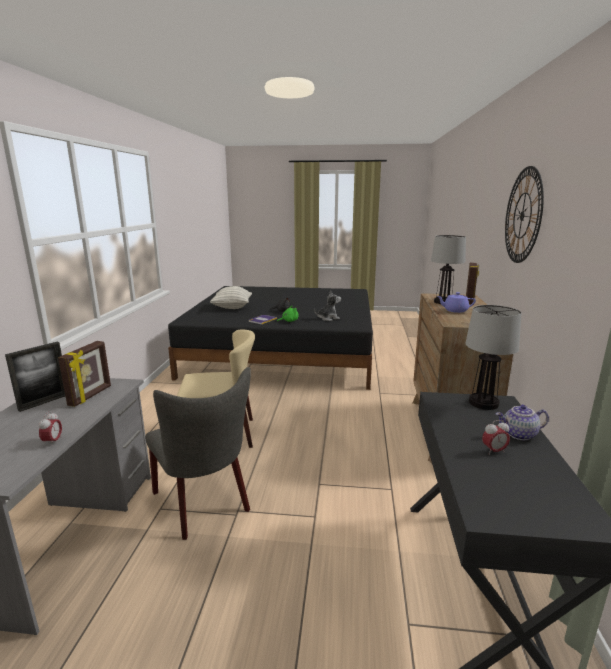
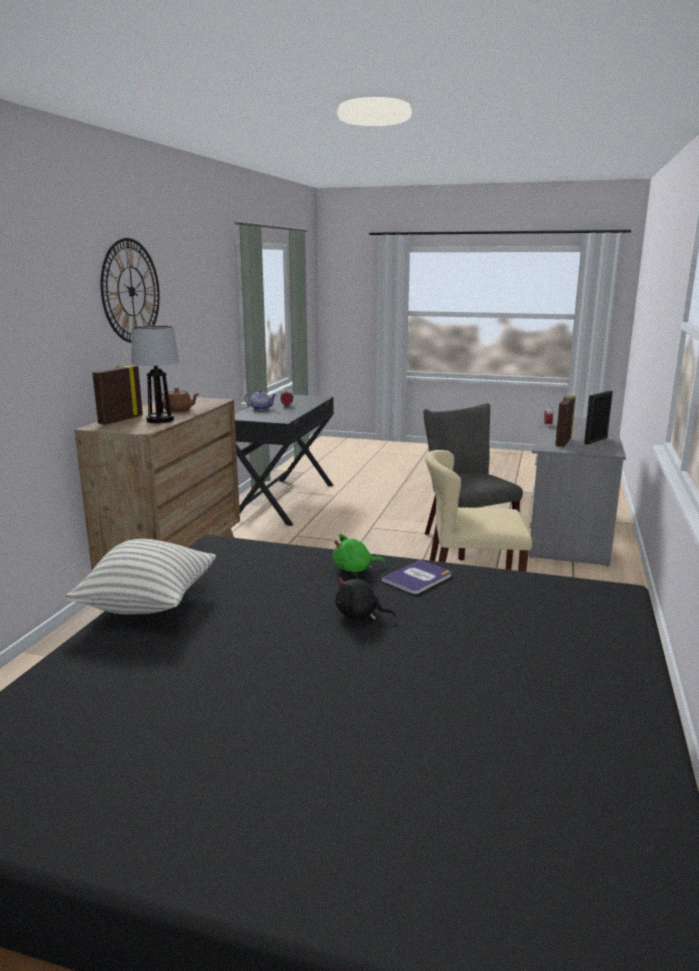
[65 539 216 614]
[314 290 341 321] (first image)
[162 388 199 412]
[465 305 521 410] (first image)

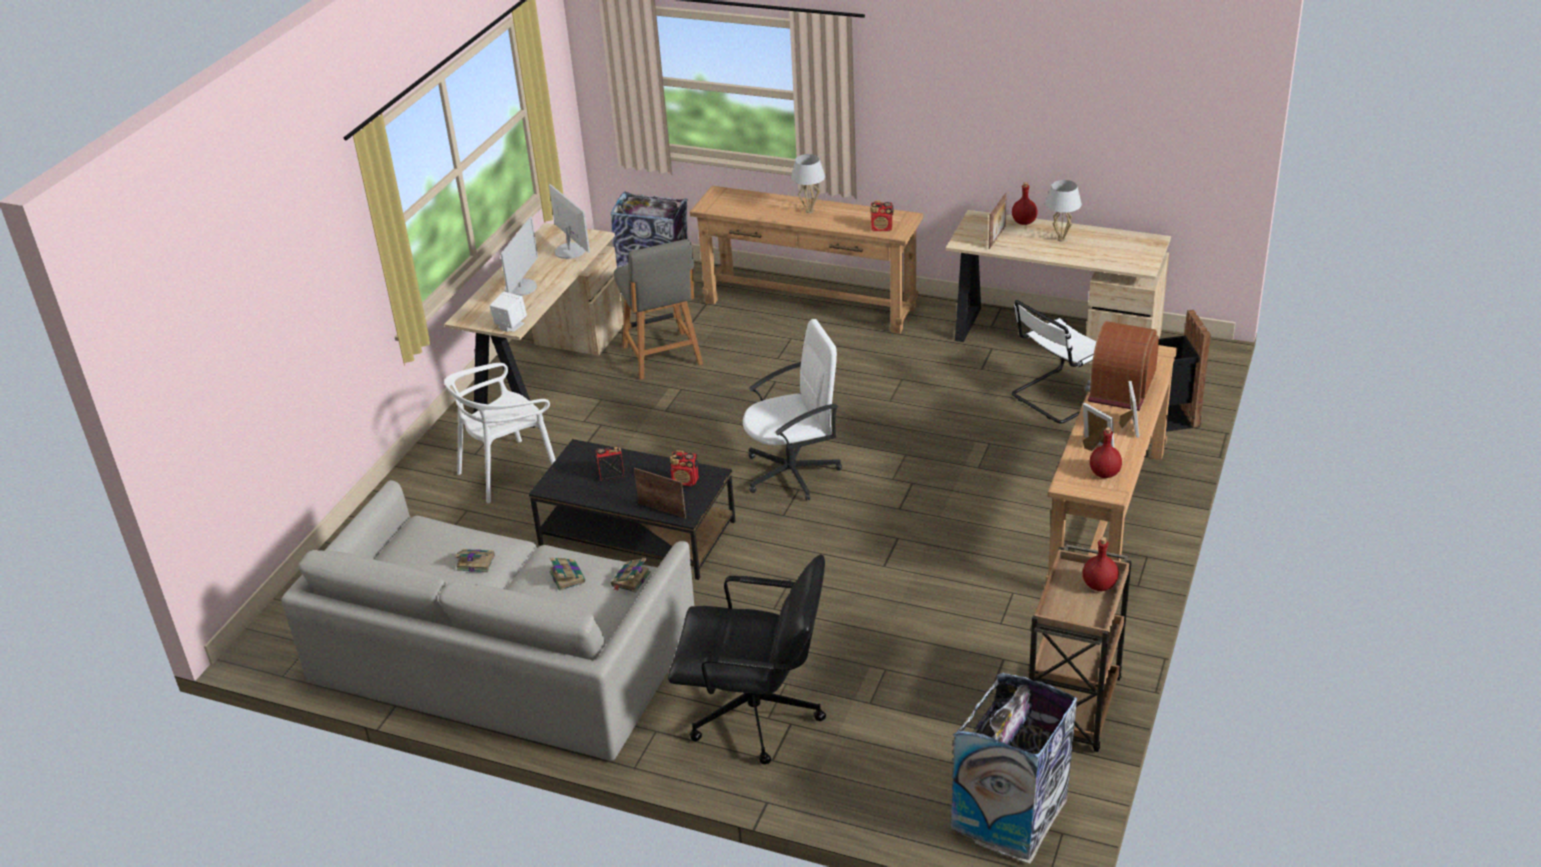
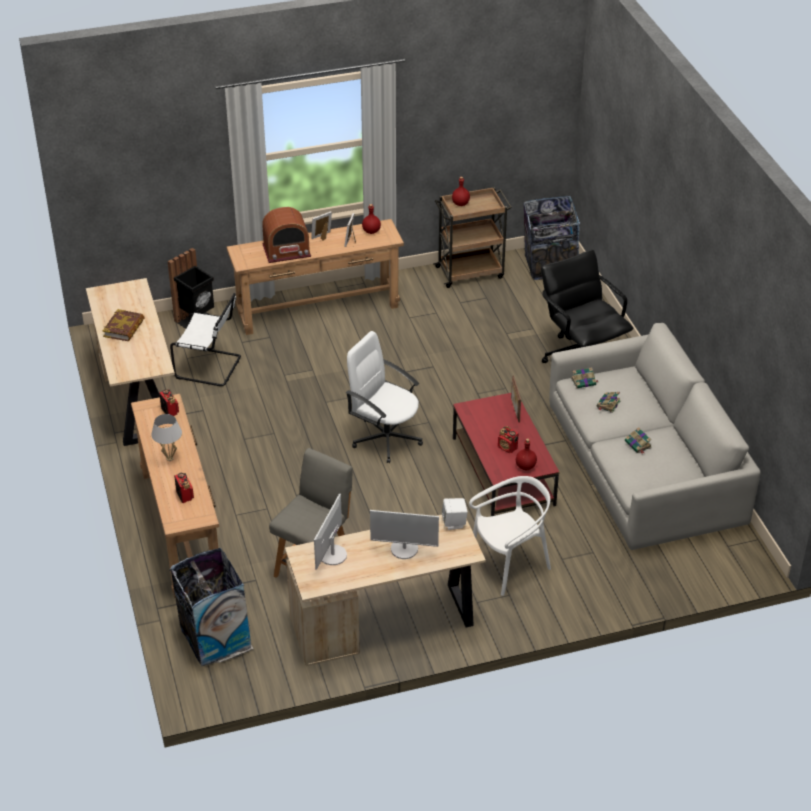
[469 476 551 596]
[370 510 439 559]
[453 393 559 516]
[174 473 194 503]
[989 193 1006 249] (first image)
[516 438 537 470]
[103 309 145 341]

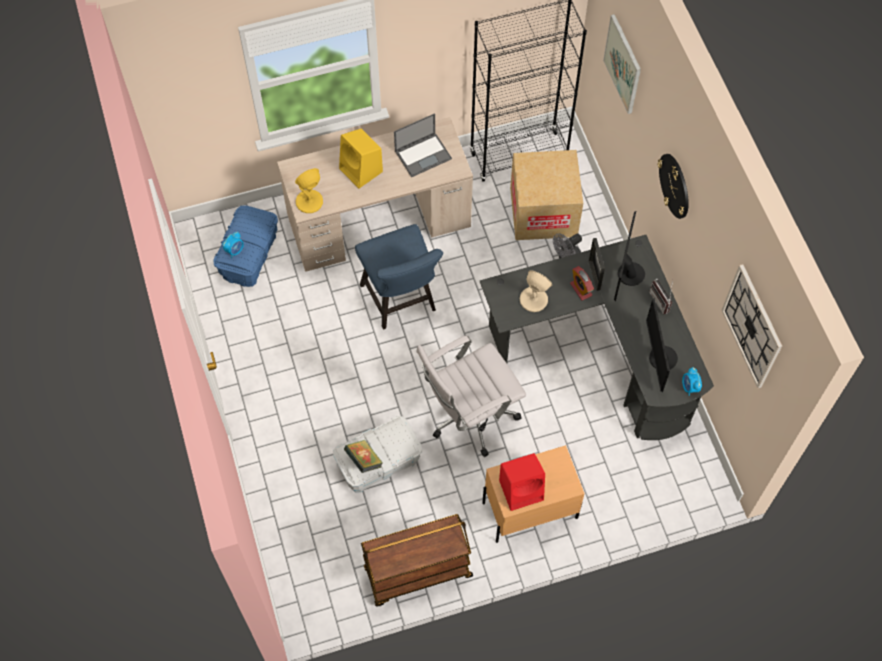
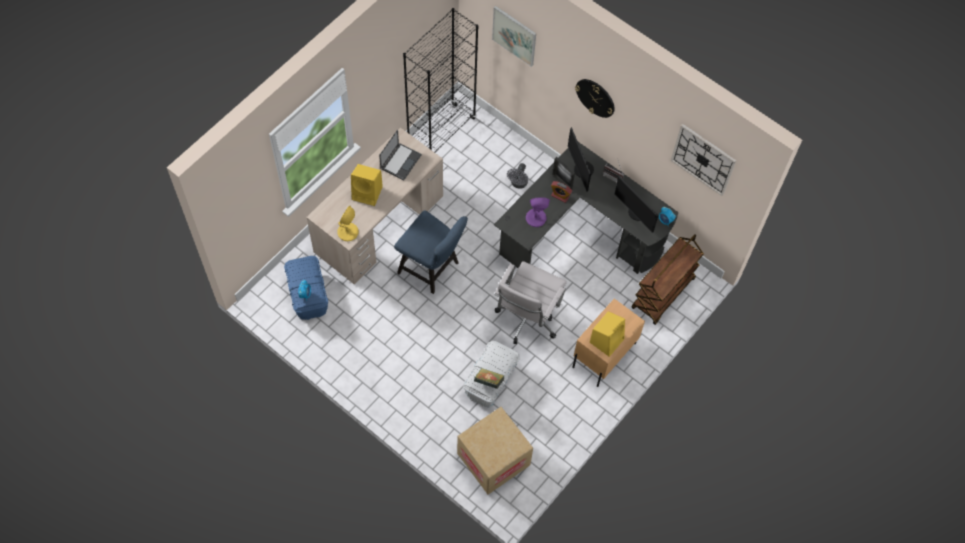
[632 234 704 325]
[590 311 625 357]
[457 407 533 494]
[526 197 550 227]

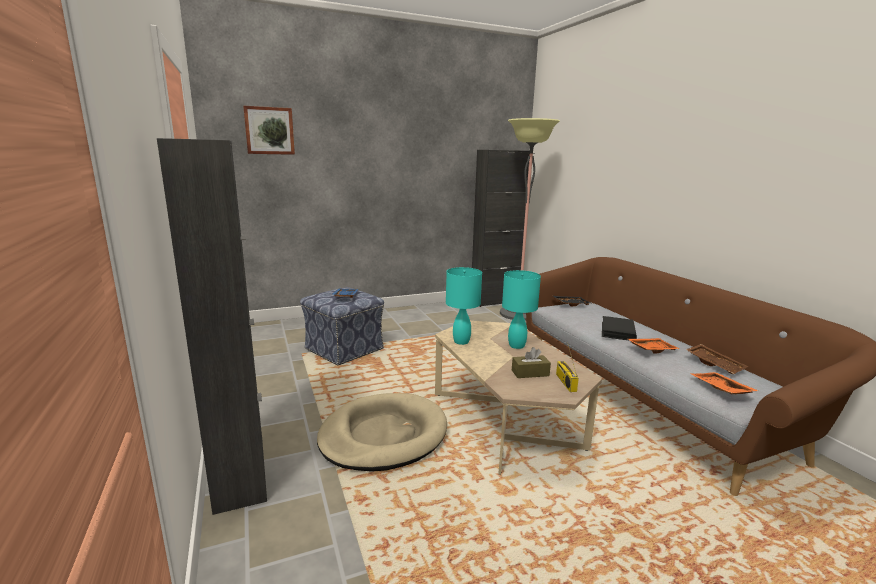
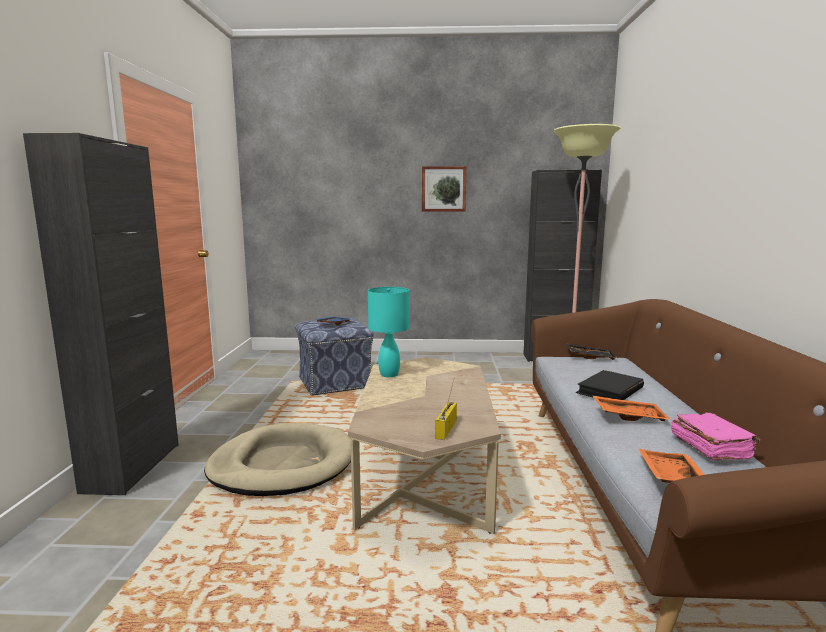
[422 166 467 212]
[502 270 541 349] (first image)
[512 347 551 378] (first image)
[671 413 760 461]

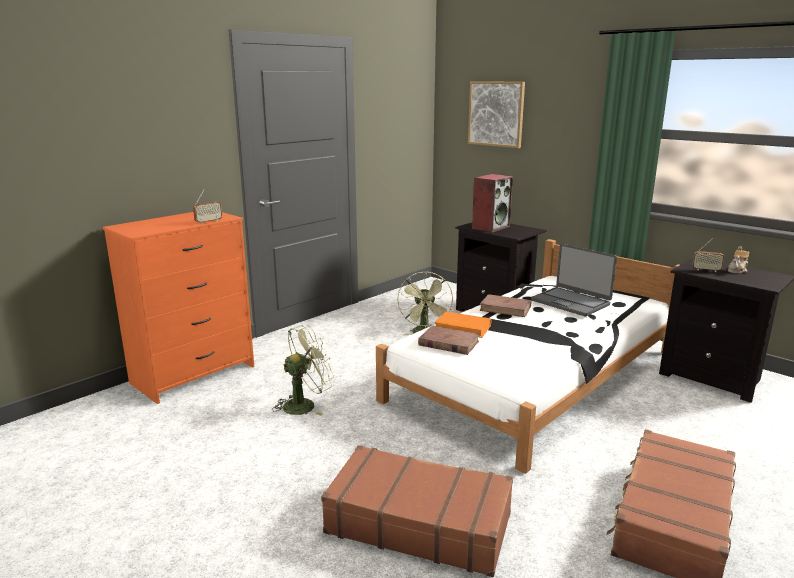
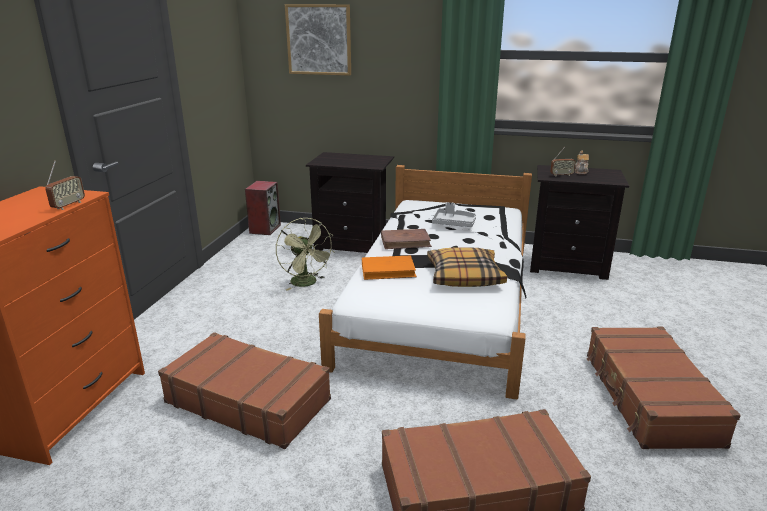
[158 332 331 449]
[418 325 479 355] (first image)
[245 181 281 235]
[432 202 476 227]
[427 247 507 287]

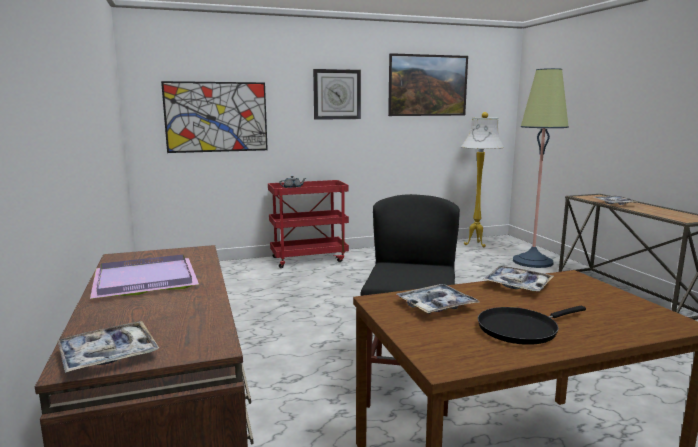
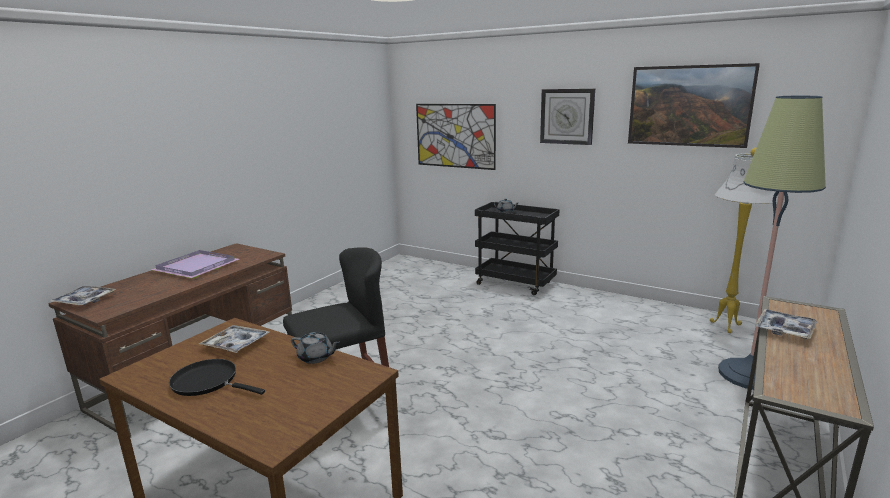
[475 202 560 295]
[291 332 340 364]

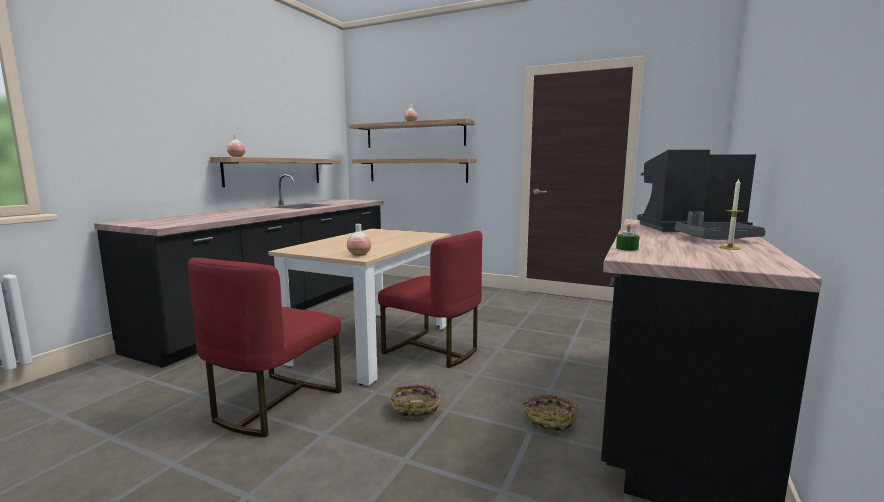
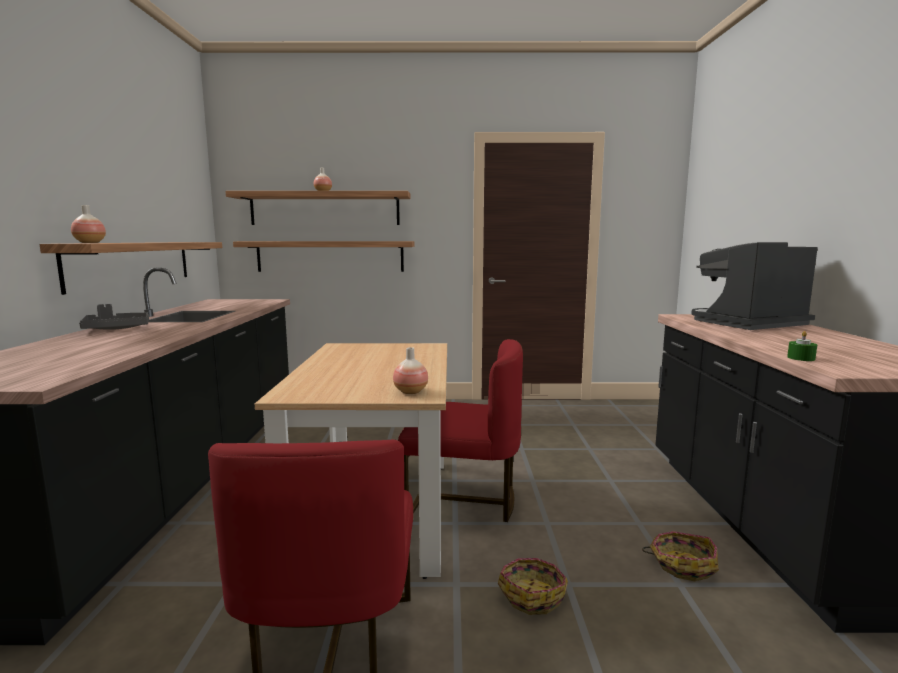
[79 304 149 330]
[719 178 744 250] (first image)

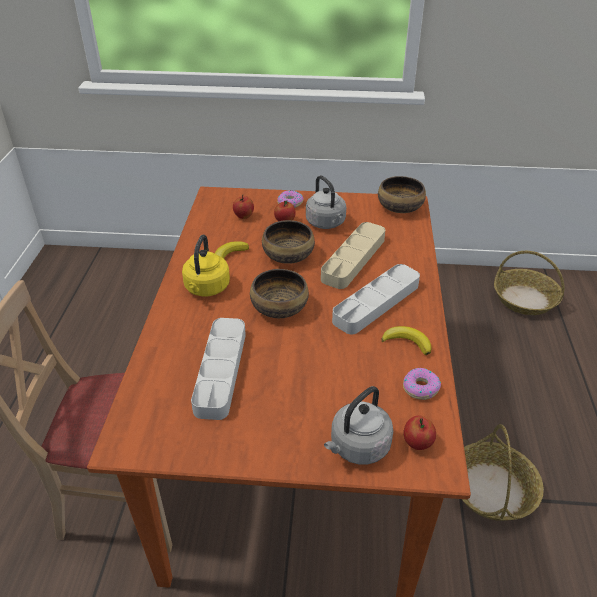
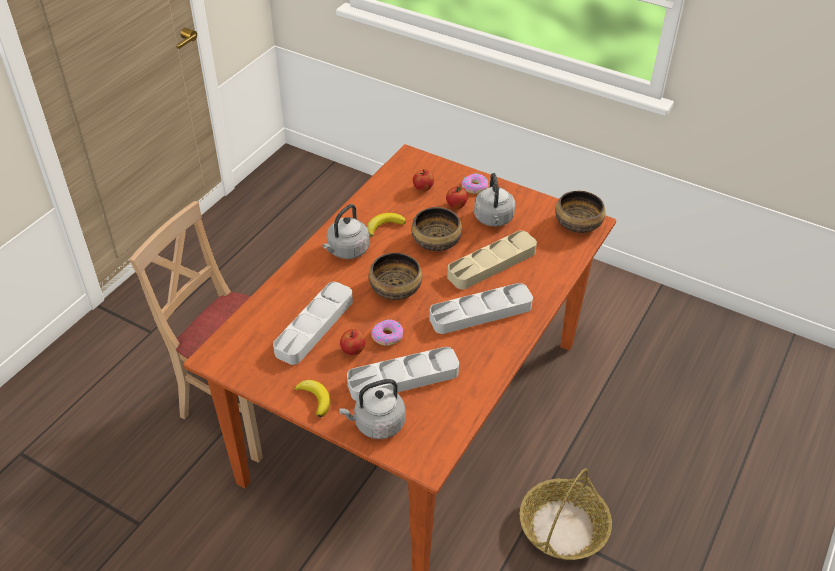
[322 204 370 259]
[294 380 331 417]
[371 319 403 346]
[340 329 365 356]
[494 251 565 315] (first image)
[347 347 459 401]

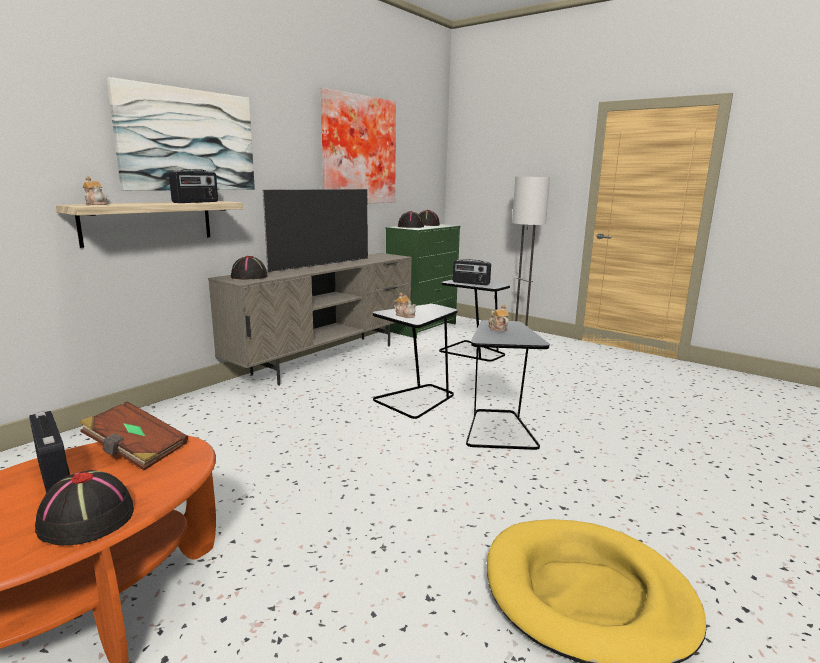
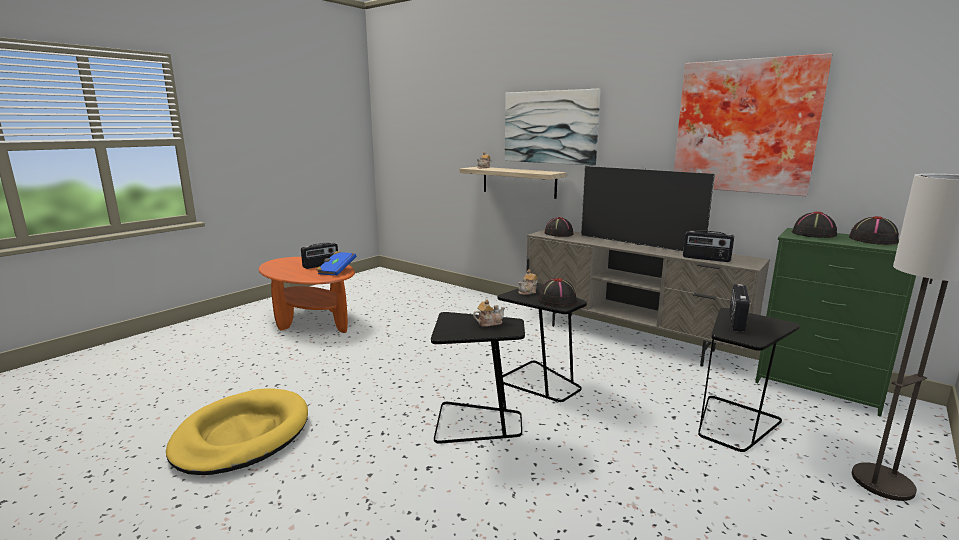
[538 278 577 307]
[316 251 356 276]
[683 230 734 262]

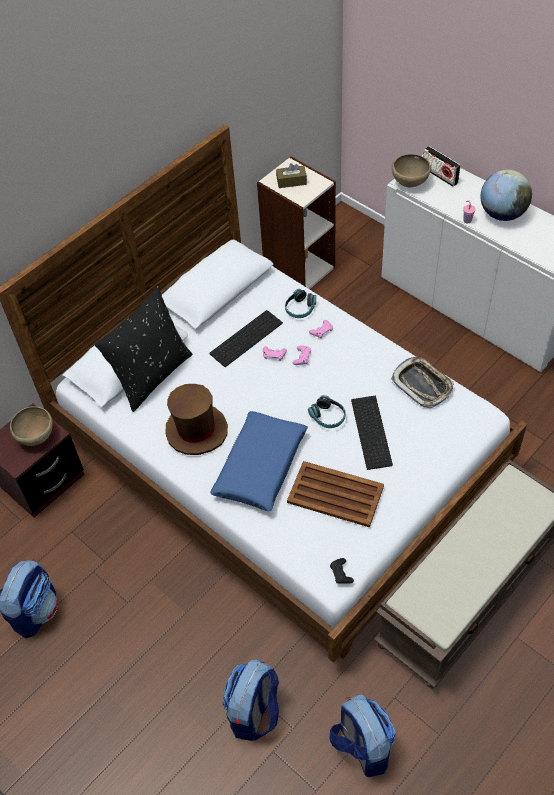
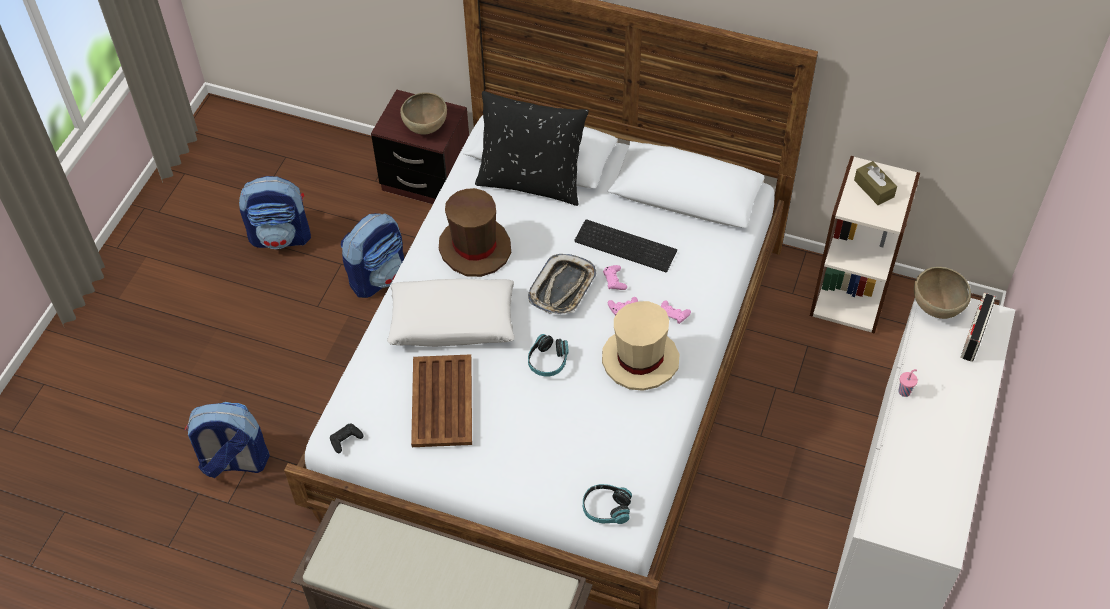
[387 279 515 347]
[583 484 632 524]
[341 213 404 298]
[351 396 393 470] (first image)
[528 254 596 315]
[481 170 532 221] (first image)
[602 301 679 391]

